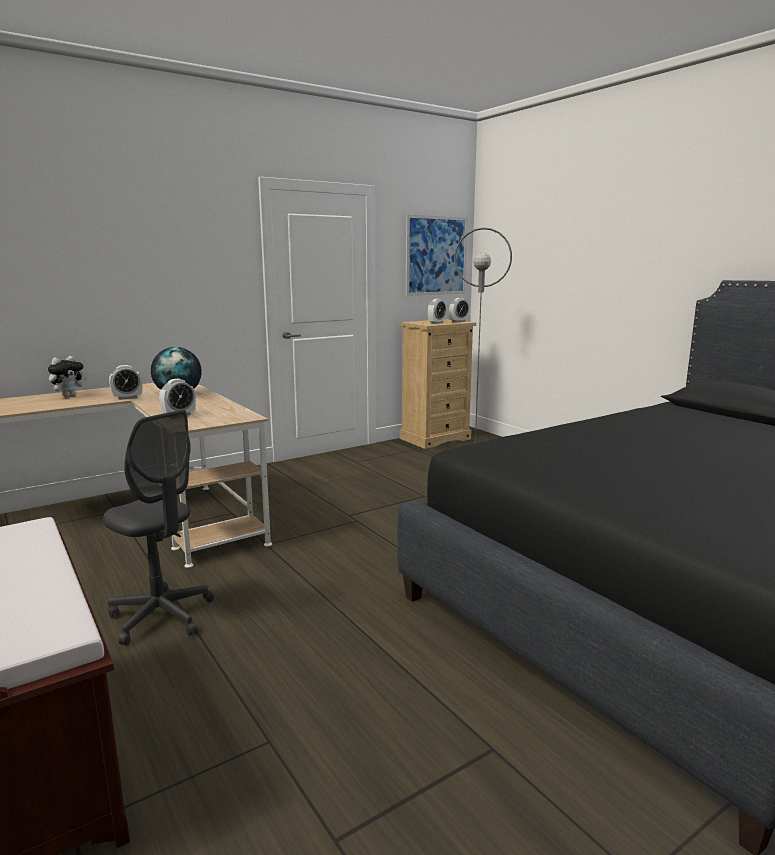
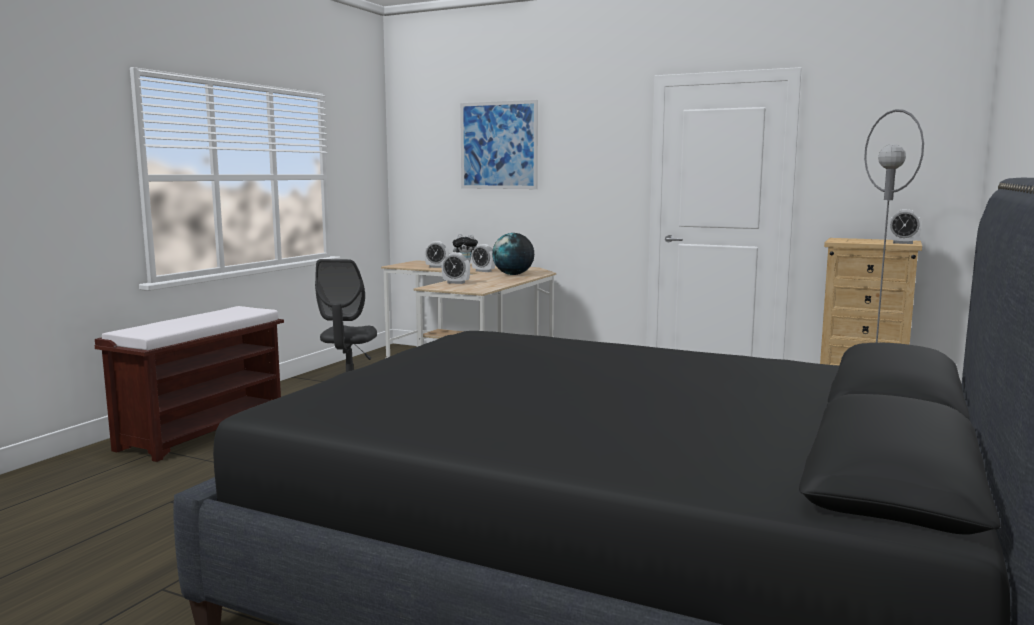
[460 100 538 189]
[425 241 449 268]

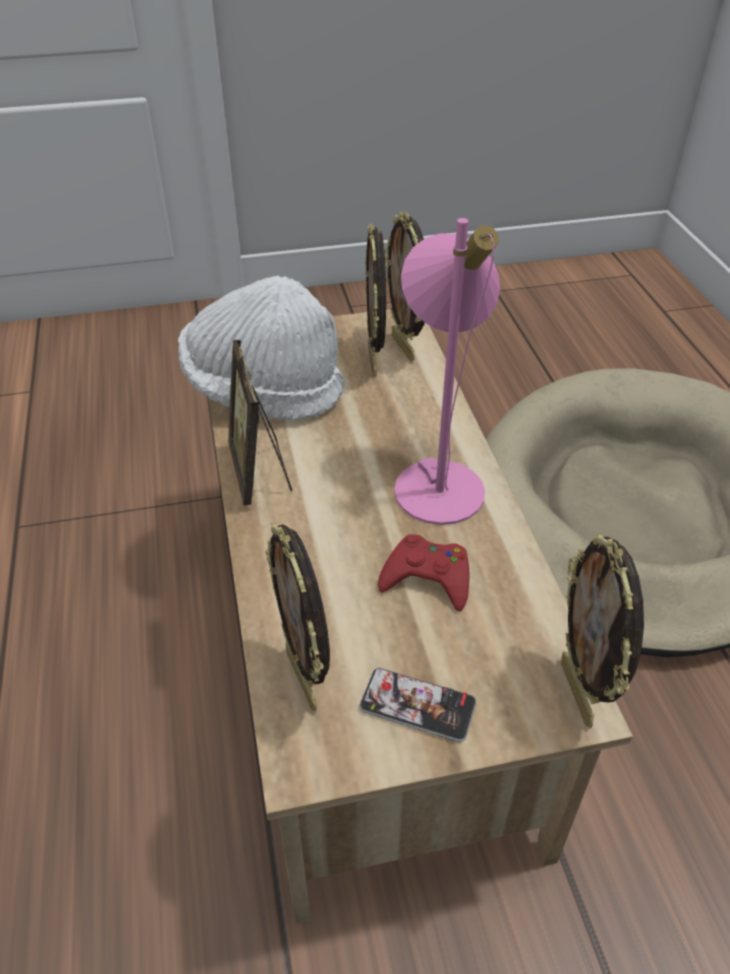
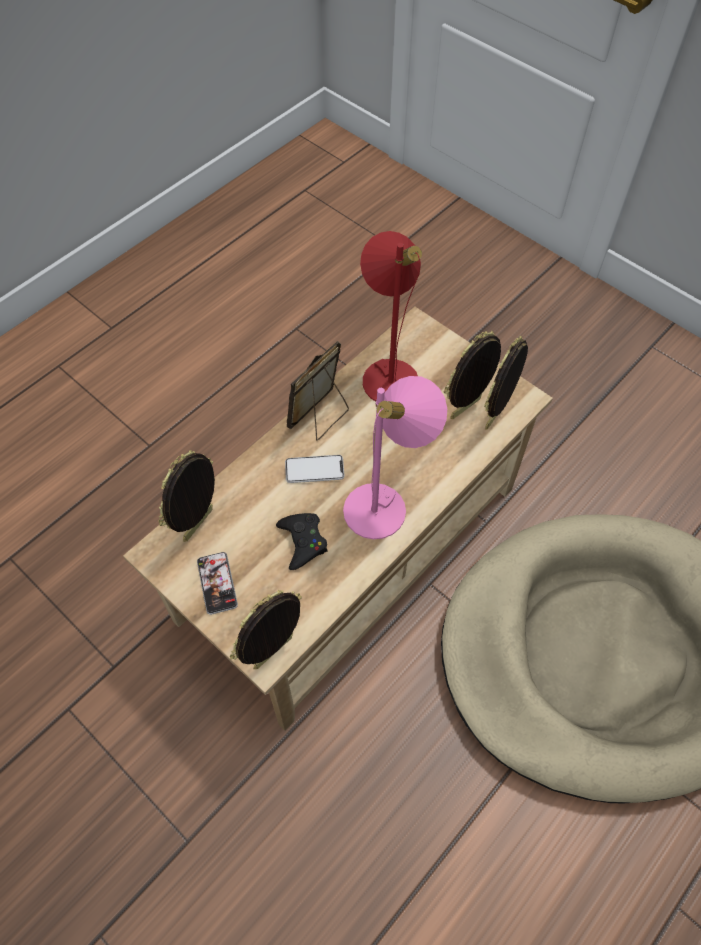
[360 231 422 401]
[276 513 328 570]
[285 455 345 483]

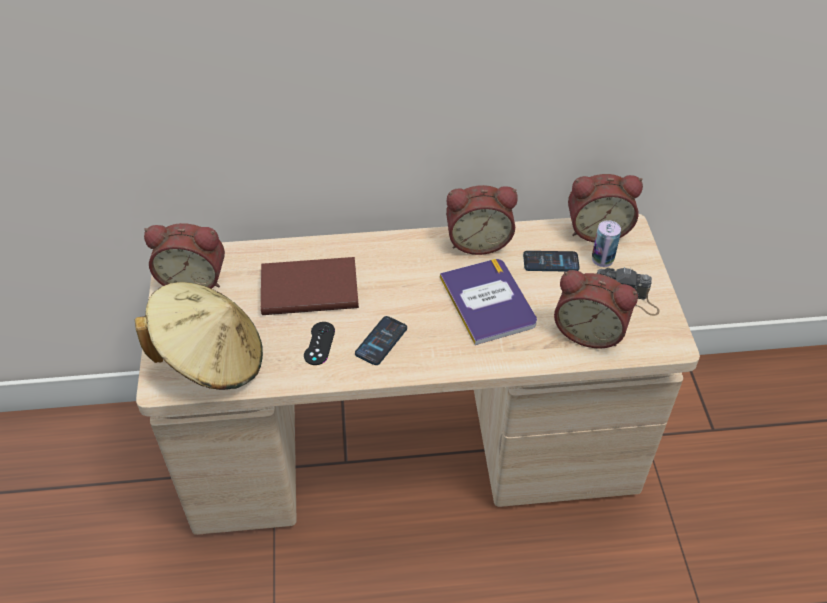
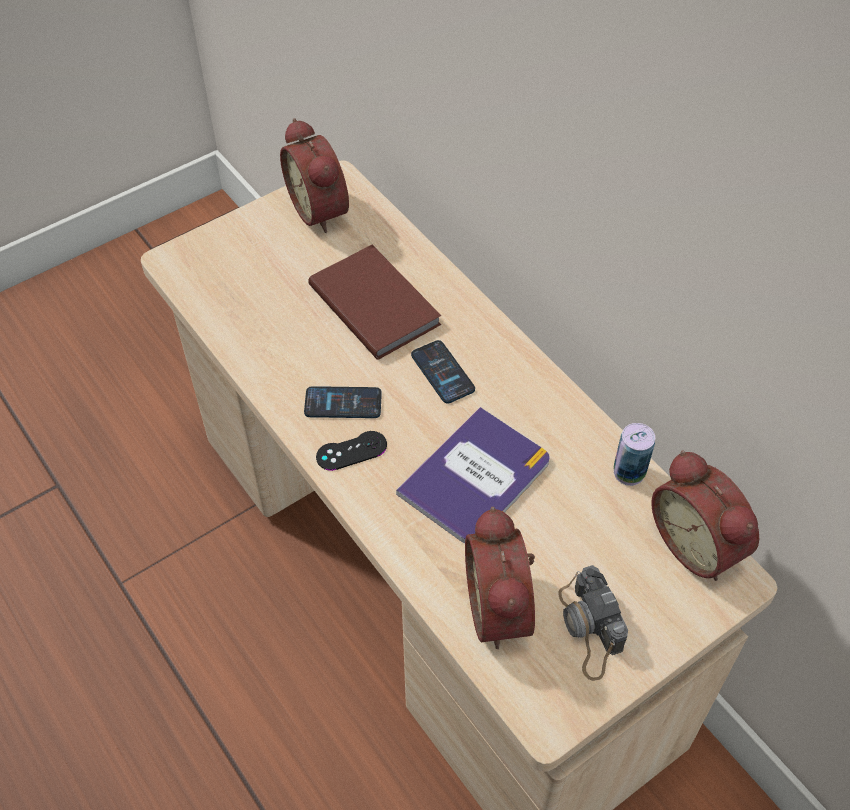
[135 282 263 390] (first image)
[316 431 387 471]
[446 185 518 255] (first image)
[411 340 475 404]
[613 423 655 486]

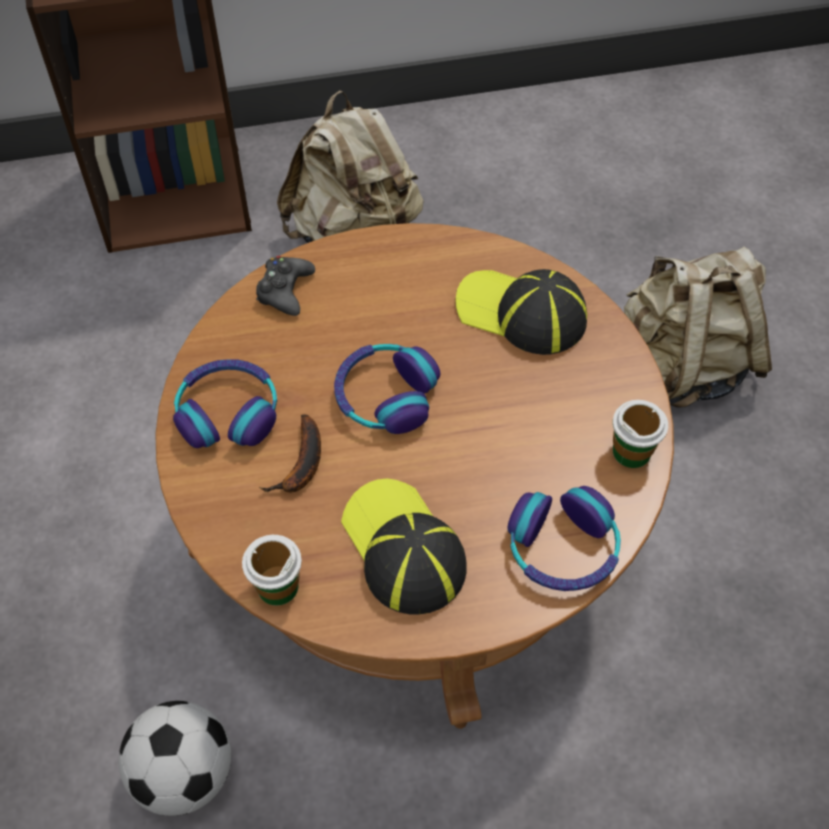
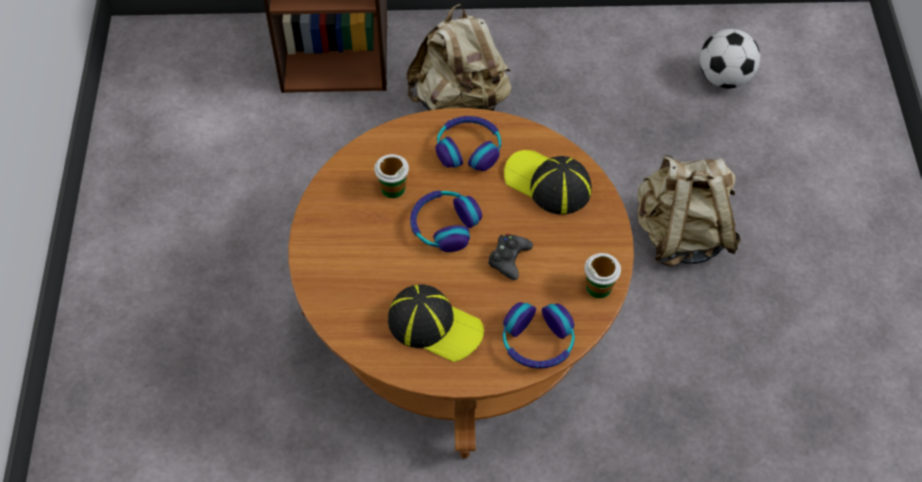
[700 29 760 89]
[435 116 501 171]
[374 154 409 198]
[488 234 533 280]
[259 414 321 493] (first image)
[388 284 484 362]

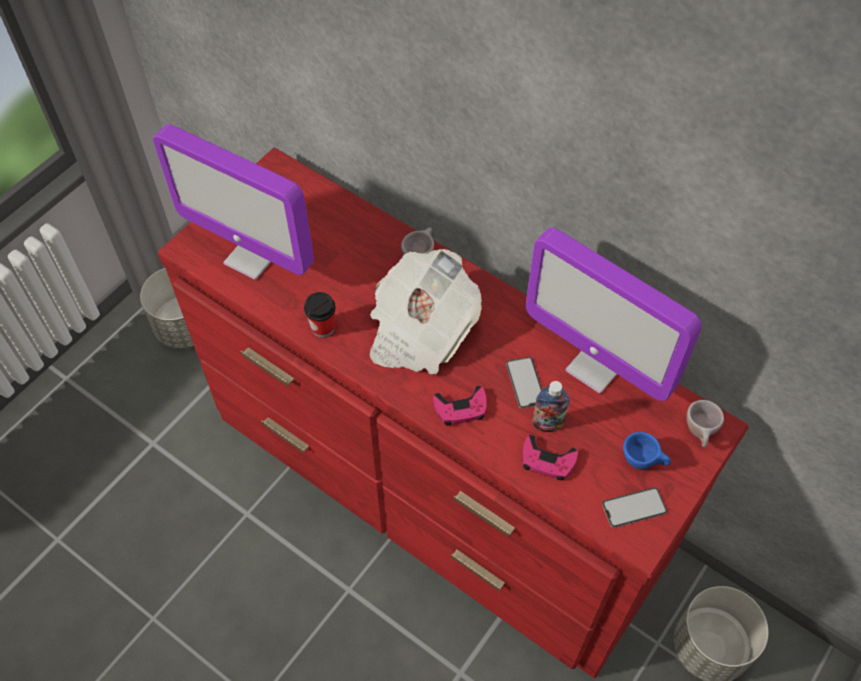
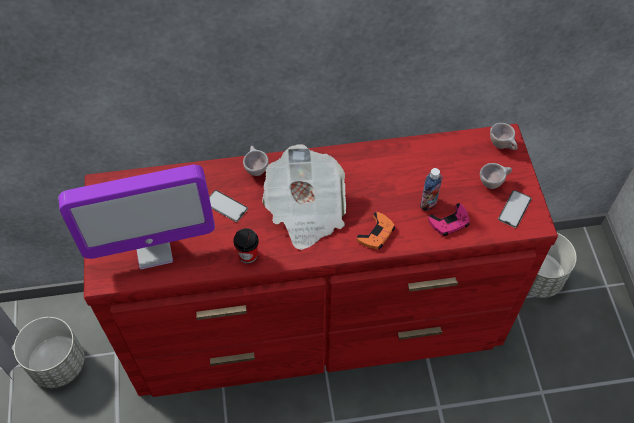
[357 212 395 249]
[209 190 248 222]
[526 228 702 401] (first image)
[480 163 512 189]

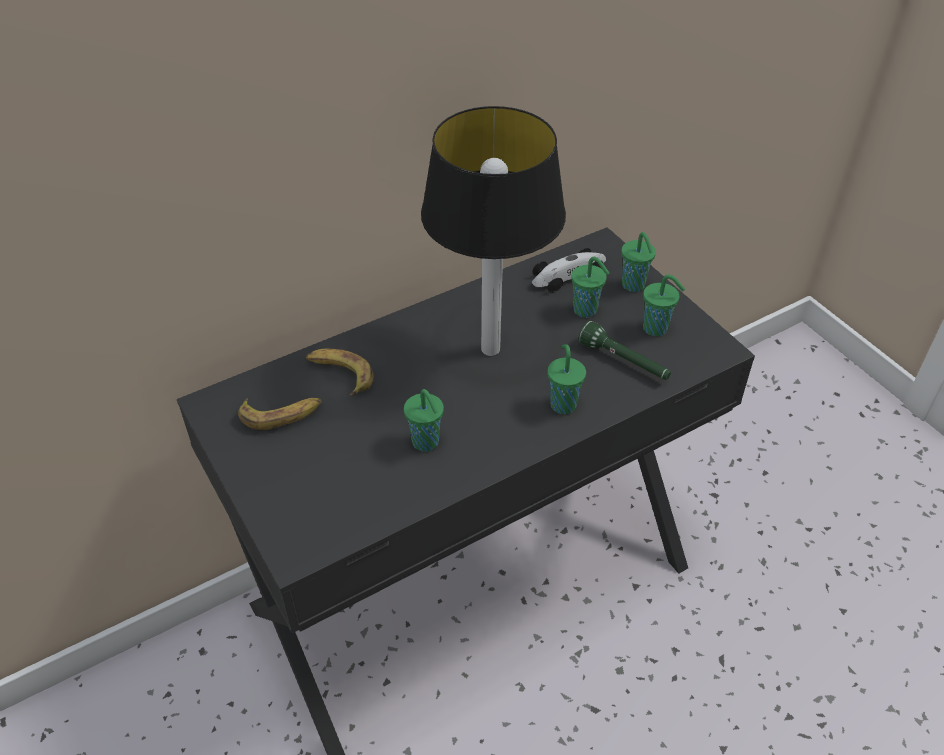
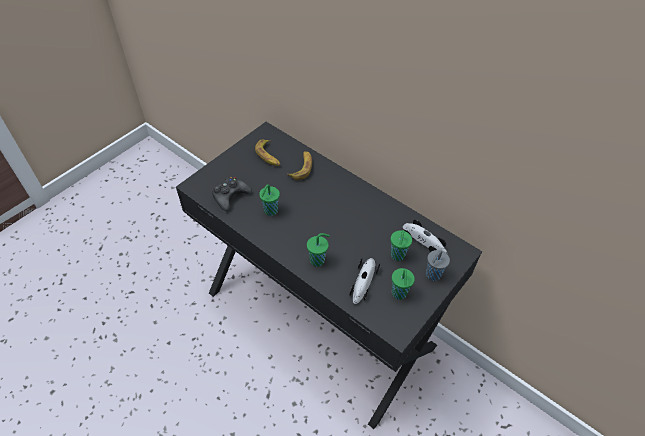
[421 106 566 356] (first image)
[350 258 380 304]
[426 250 450 281]
[212 177 252 211]

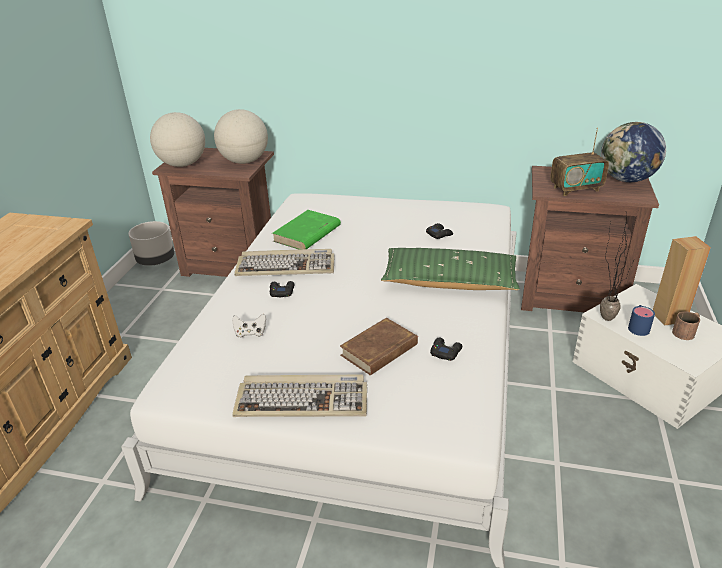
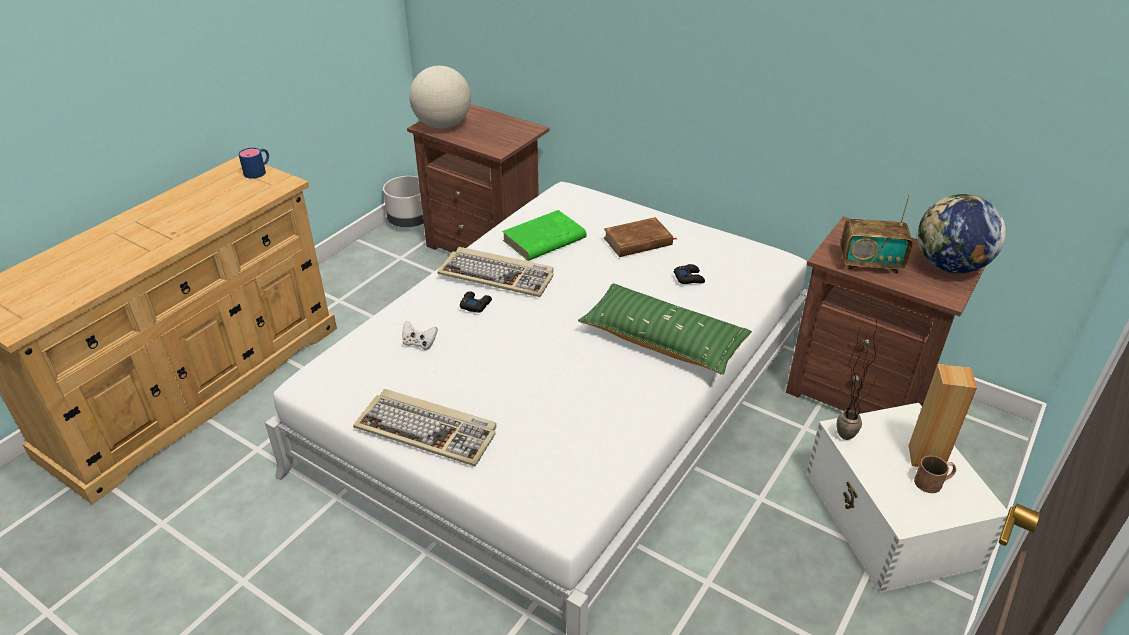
[214 109 268 164] (first image)
[604 217 677 257]
[430 338 463 361] (first image)
[238 148 269 179]

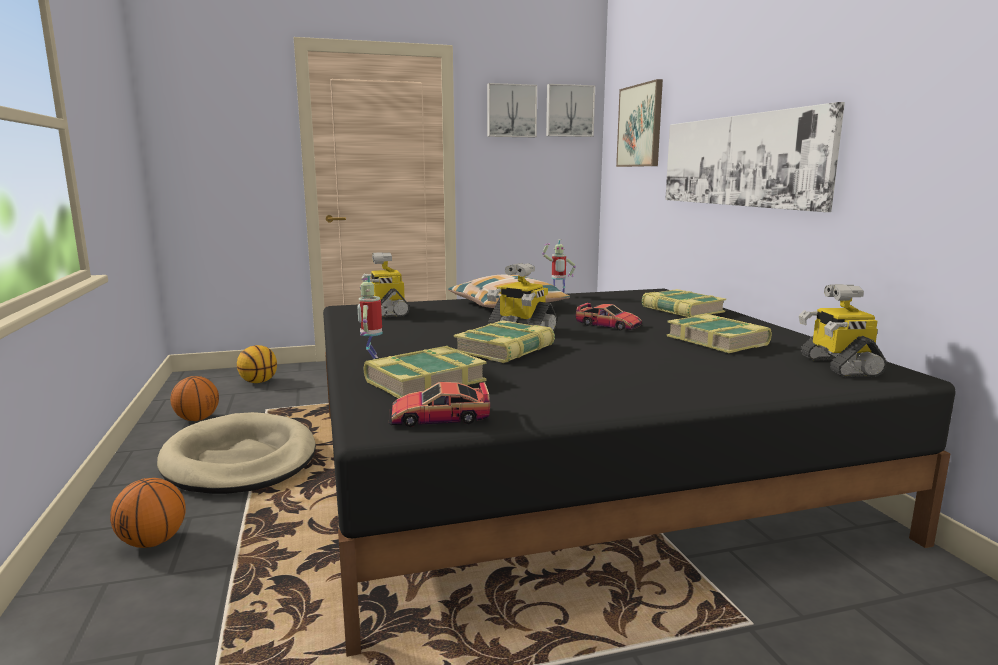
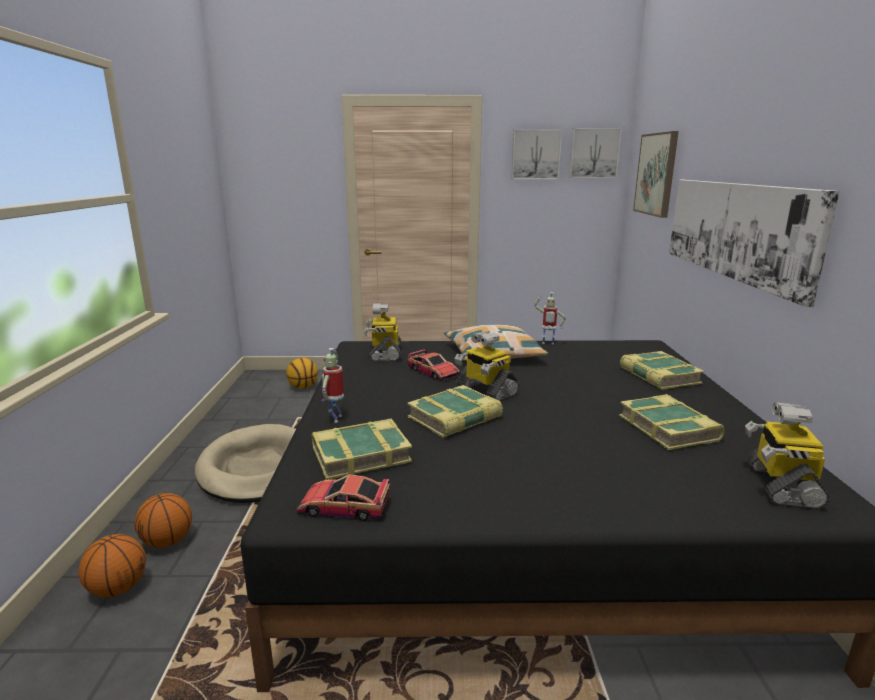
[78 534 146 597]
[408 349 460 381]

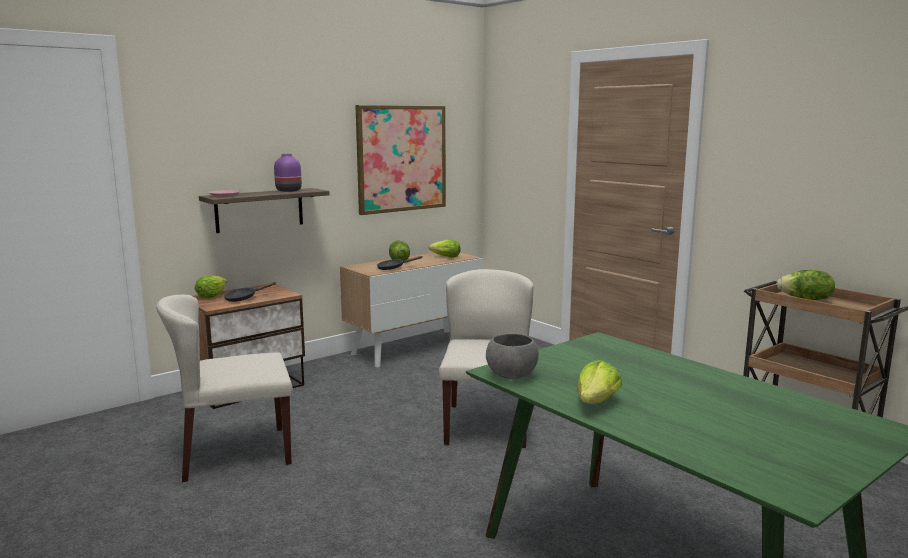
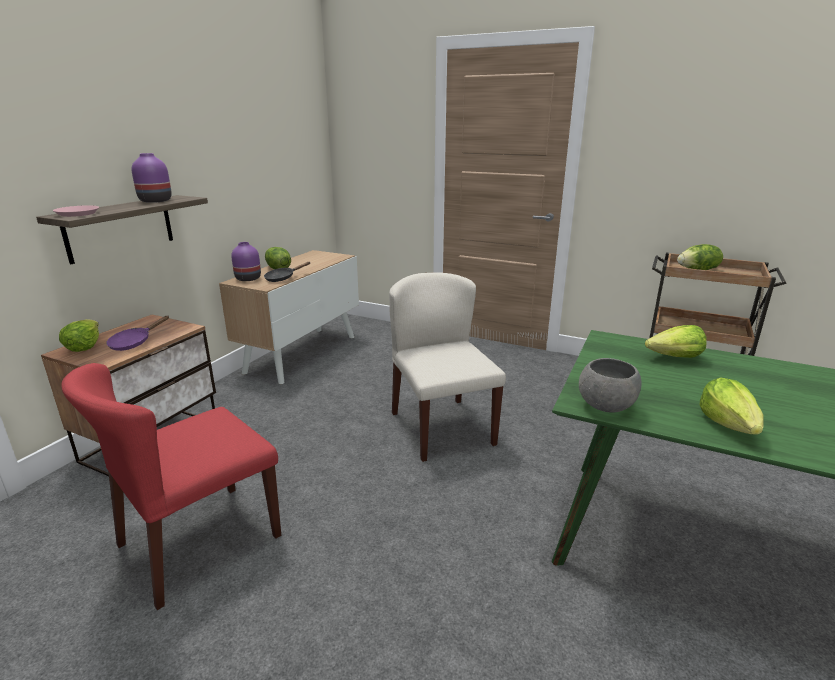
[61 363 281 610]
[106 316 169 351]
[355 105 446 215] (first image)
[645 325 707 358]
[231 242 261 281]

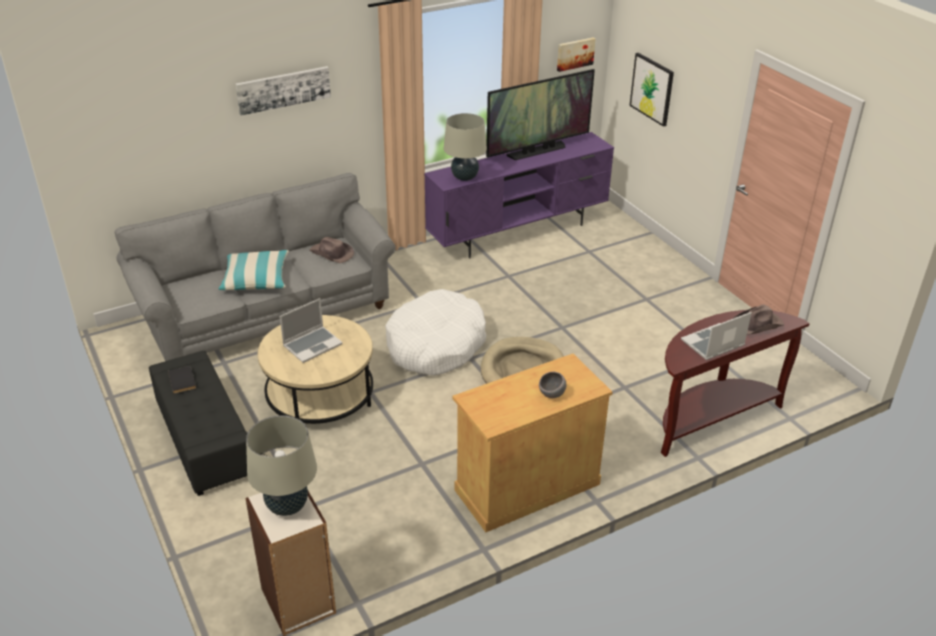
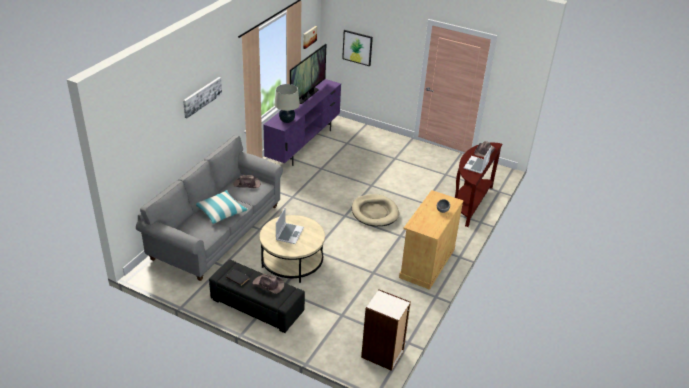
[246 415 317 516] (first image)
[385 289 486 376] (first image)
[252 274 284 294]

